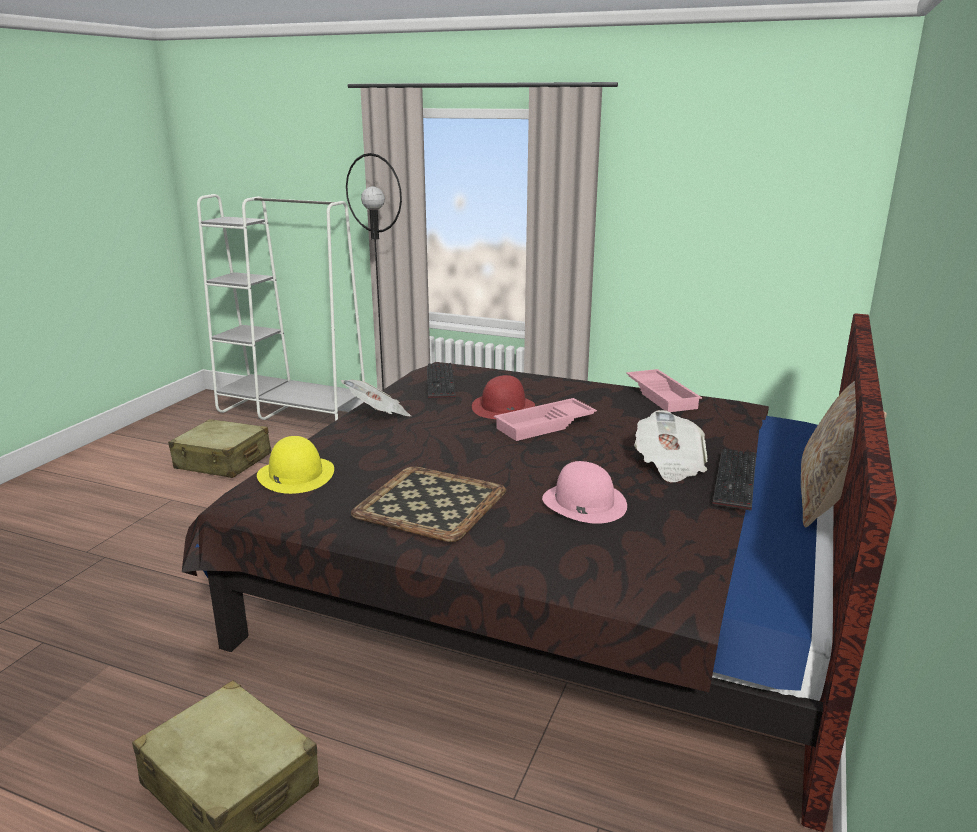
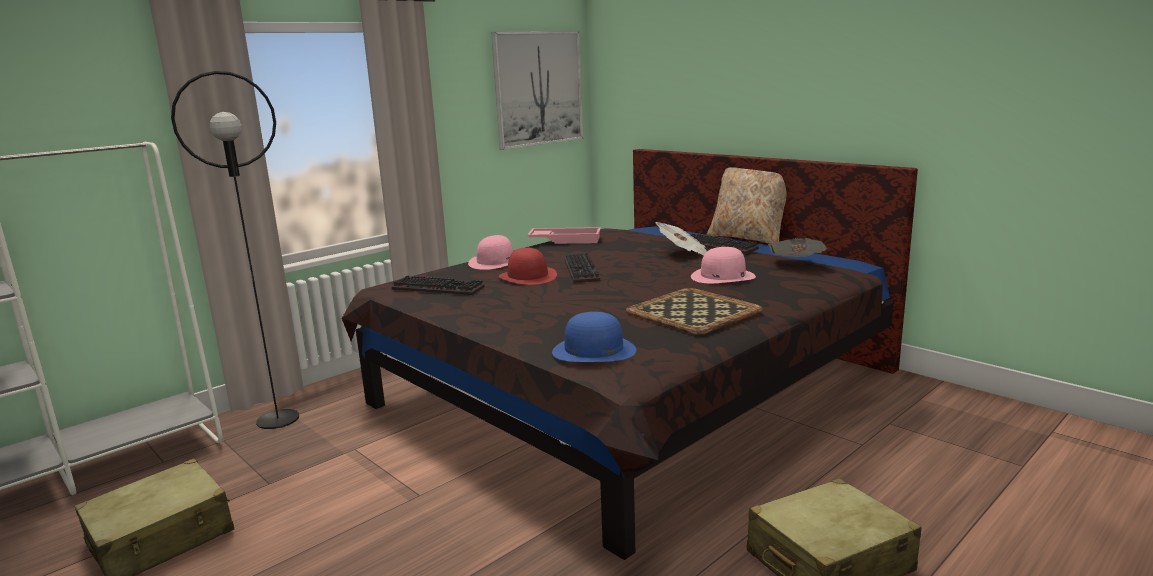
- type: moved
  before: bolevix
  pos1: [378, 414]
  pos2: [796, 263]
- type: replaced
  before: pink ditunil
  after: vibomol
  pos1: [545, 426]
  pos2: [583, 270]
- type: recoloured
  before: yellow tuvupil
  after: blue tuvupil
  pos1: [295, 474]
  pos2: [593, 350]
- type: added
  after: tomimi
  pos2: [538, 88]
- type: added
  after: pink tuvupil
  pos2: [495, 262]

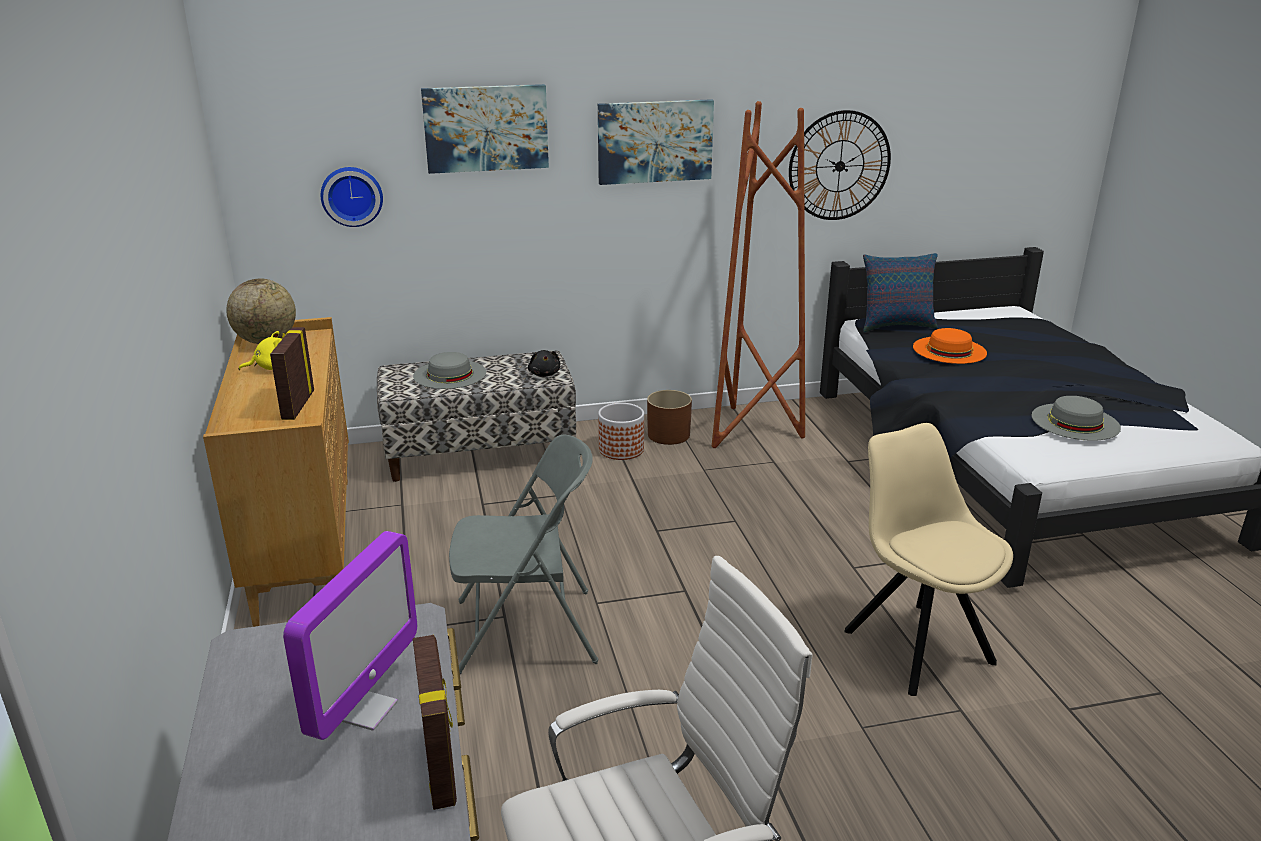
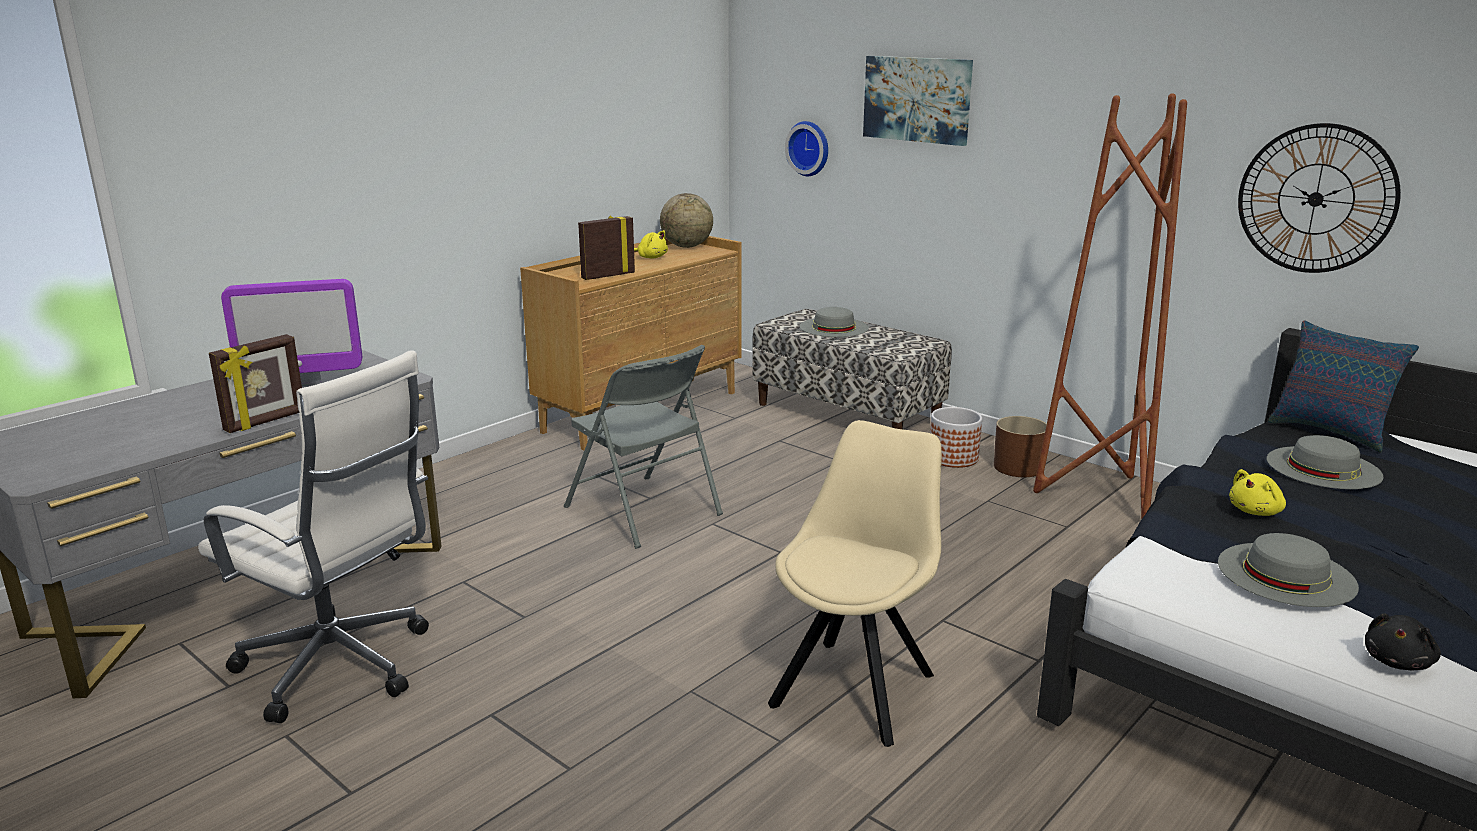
- type: removed
  before: tomimi
  pos1: [655, 141]
- type: recoloured
  before: orange tuvupil
  after: grey tuvupil
  pos1: [949, 350]
  pos2: [1323, 467]
- type: moved
  before: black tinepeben
  pos1: [544, 374]
  pos2: [1397, 662]
- type: added
  after: yellow tinepeben
  pos2: [1256, 511]

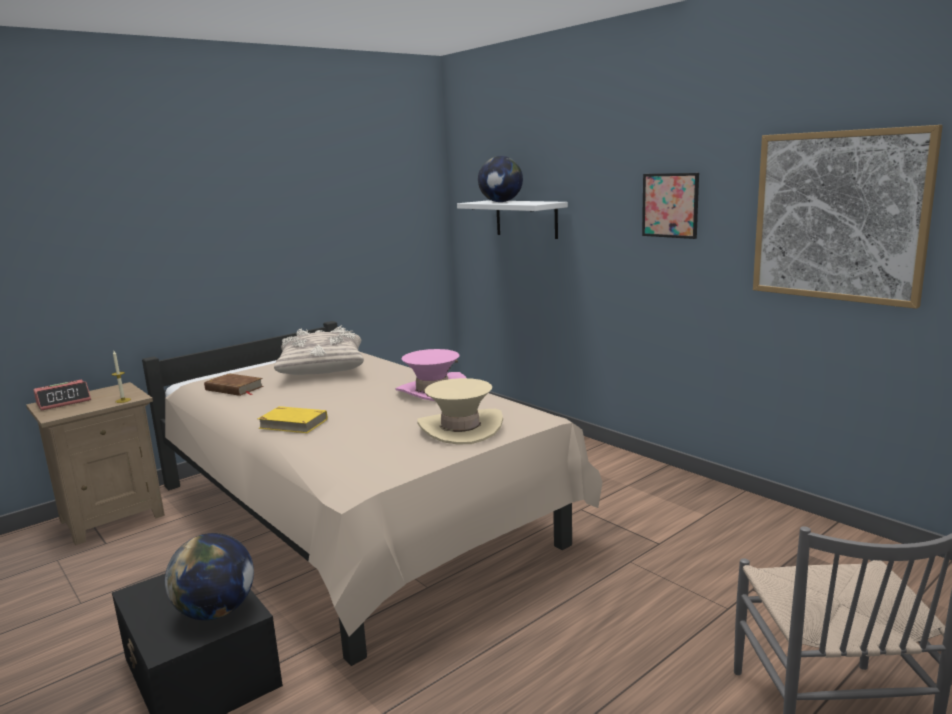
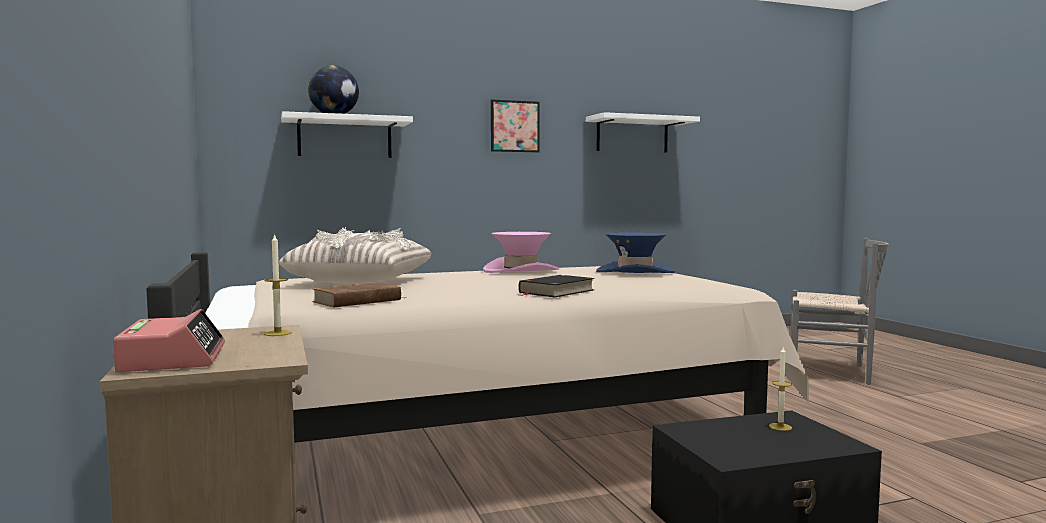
- type: replaced
  before: tomimi
  after: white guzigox
  pos1: [838, 216]
  pos2: [632, 135]
- type: recoloured
  before: beige tuvupil
  after: blue tuvupil
  pos1: [460, 428]
  pos2: [635, 272]
- type: recoloured
  before: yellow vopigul
  after: black vopigul
  pos1: [293, 424]
  pos2: [556, 291]
- type: replaced
  before: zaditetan
  after: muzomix
  pos1: [216, 611]
  pos2: [780, 427]

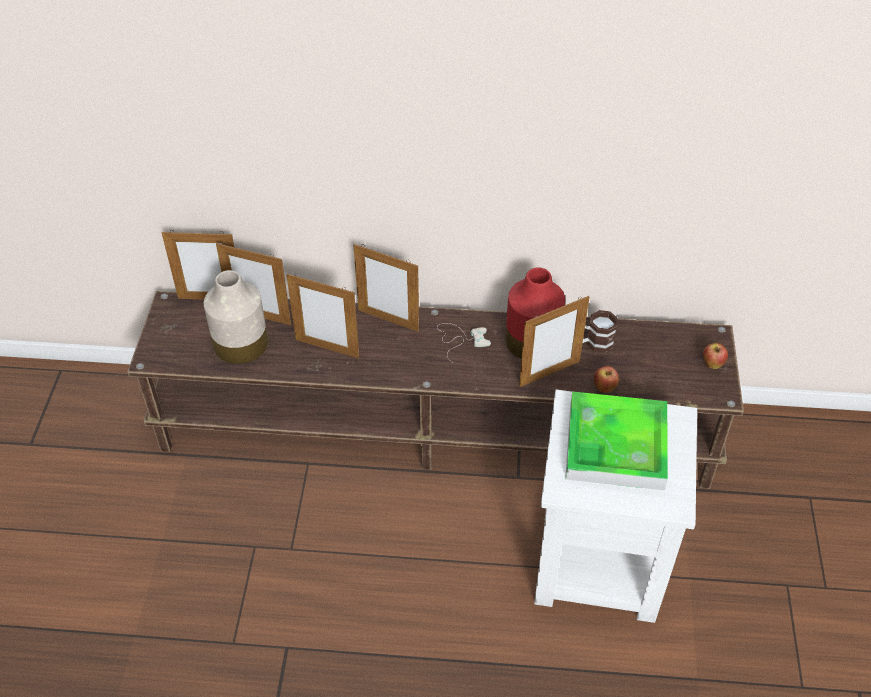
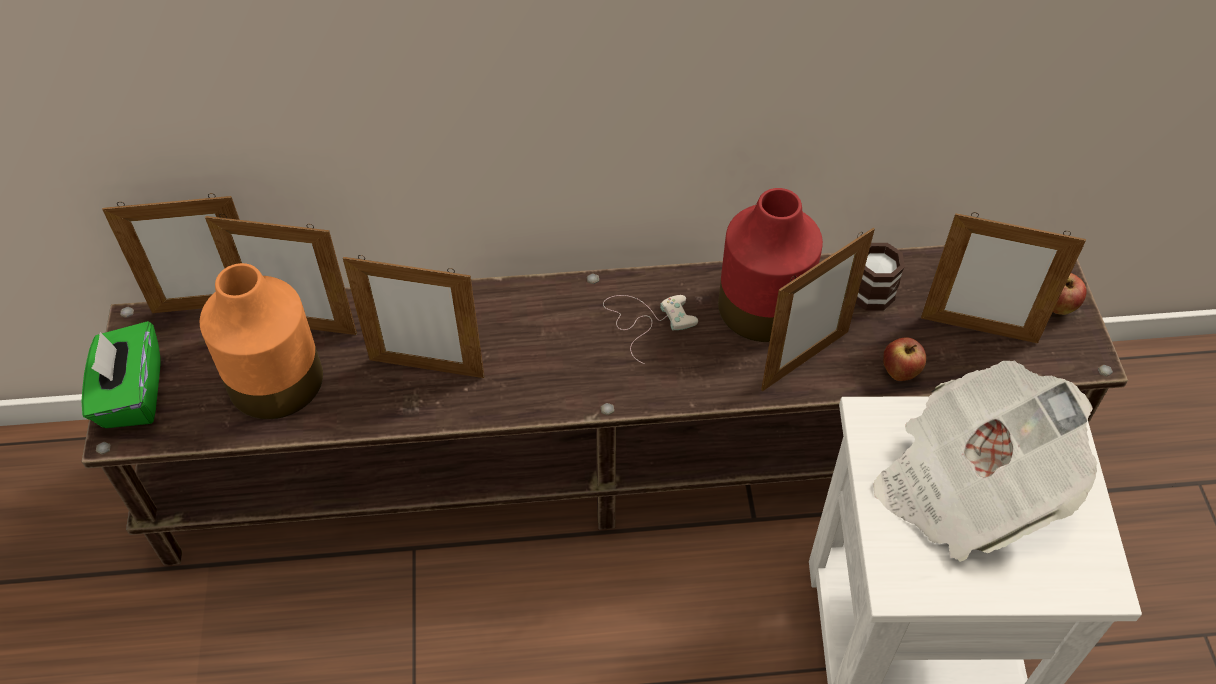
- type: moved
  before: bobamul
  pos1: [388, 320]
  pos2: [978, 329]
- type: recoloured
  before: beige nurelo
  after: orange nurelo
  pos1: [240, 343]
  pos2: [275, 380]
- type: replaced
  before: ditunil
  after: bolevix
  pos1: [616, 445]
  pos2: [969, 485]
- type: added
  after: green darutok
  pos2: [131, 394]

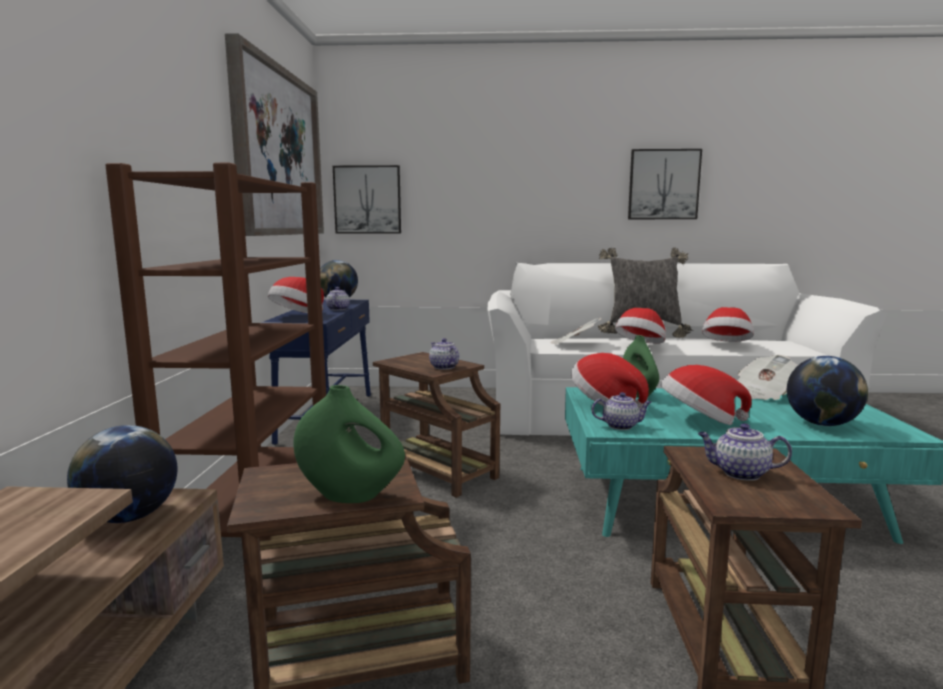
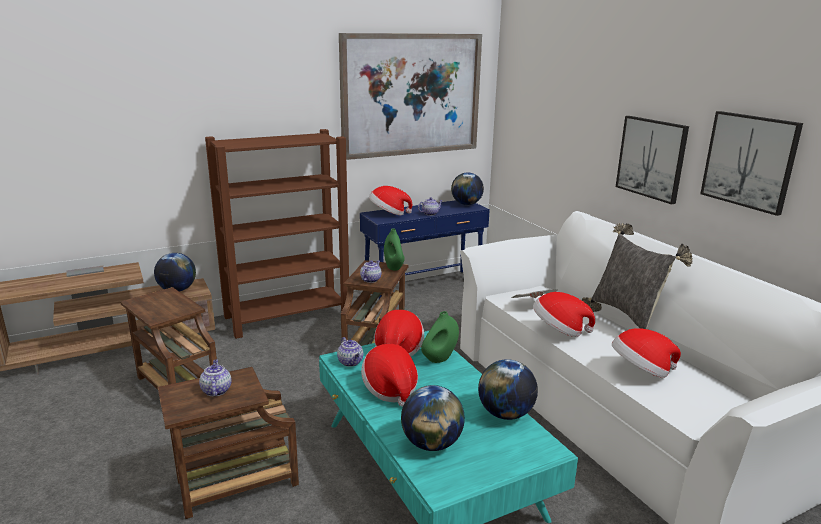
- type: moved
  before: tomimi
  pos1: [367, 200]
  pos2: [651, 158]
- type: replaced
  before: bolevix
  after: zaditetan
  pos1: [764, 394]
  pos2: [505, 414]
- type: moved
  before: green nurelo
  pos1: [350, 495]
  pos2: [394, 267]

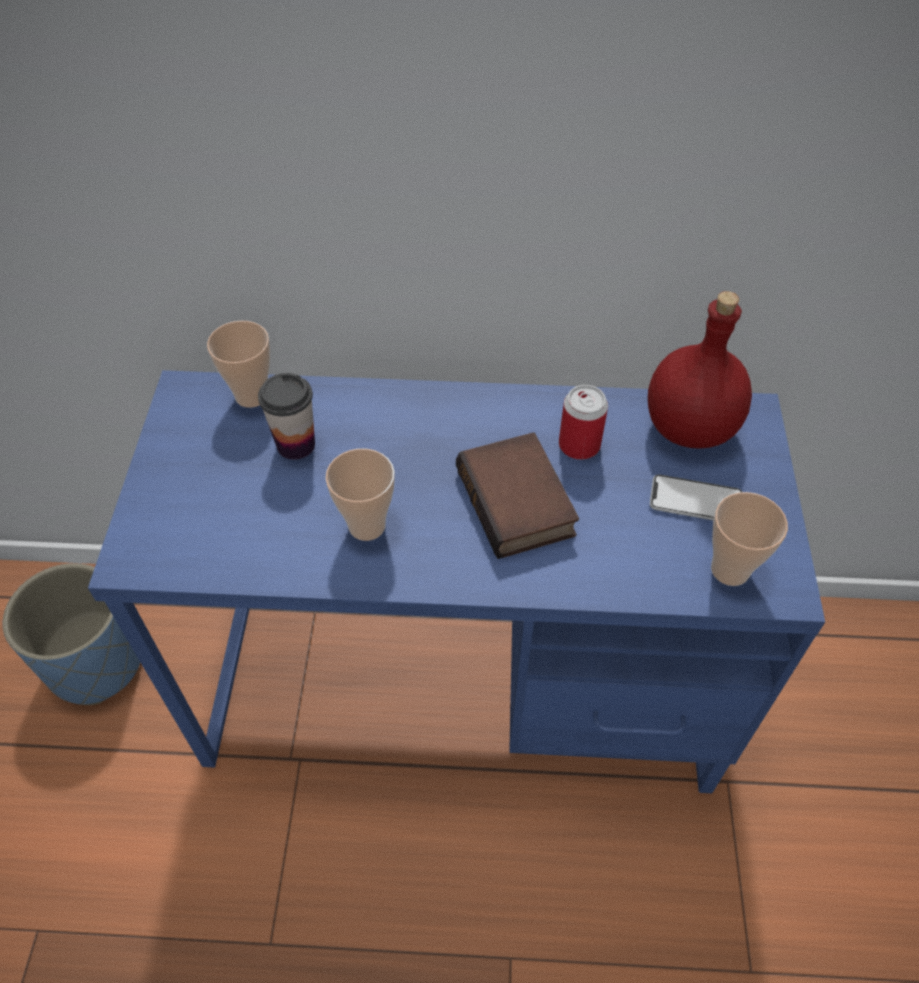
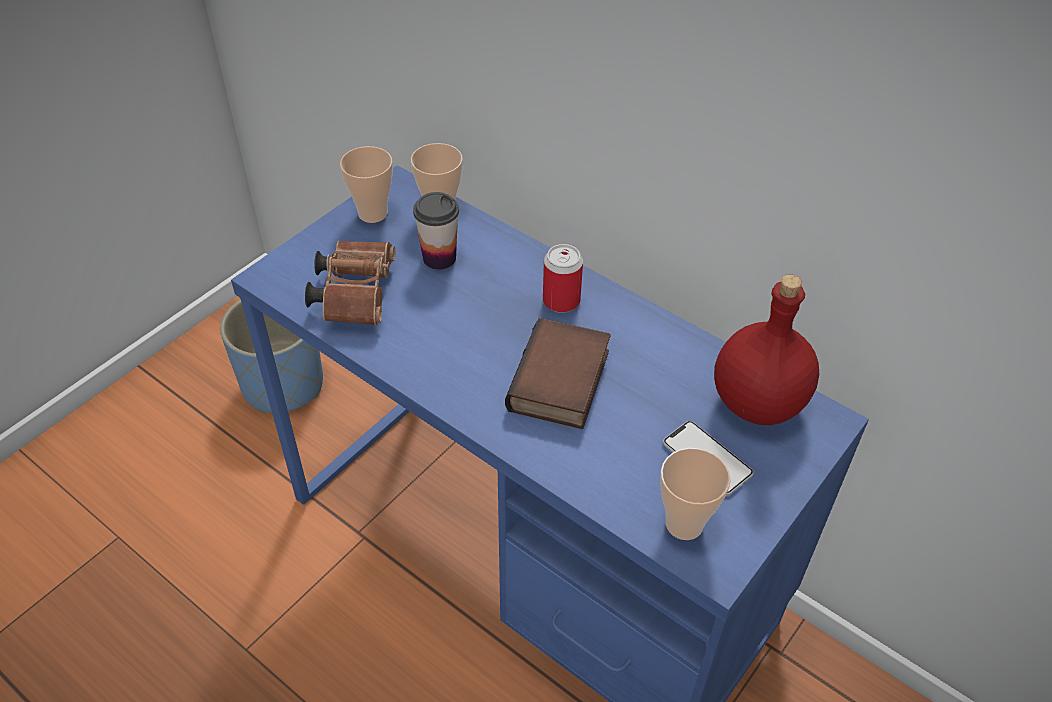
- type: moved
  before: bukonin
  pos1: [579, 445]
  pos2: [561, 300]
- type: moved
  before: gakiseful
  pos1: [367, 526]
  pos2: [372, 213]
- type: added
  after: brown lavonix
  pos2: [356, 293]

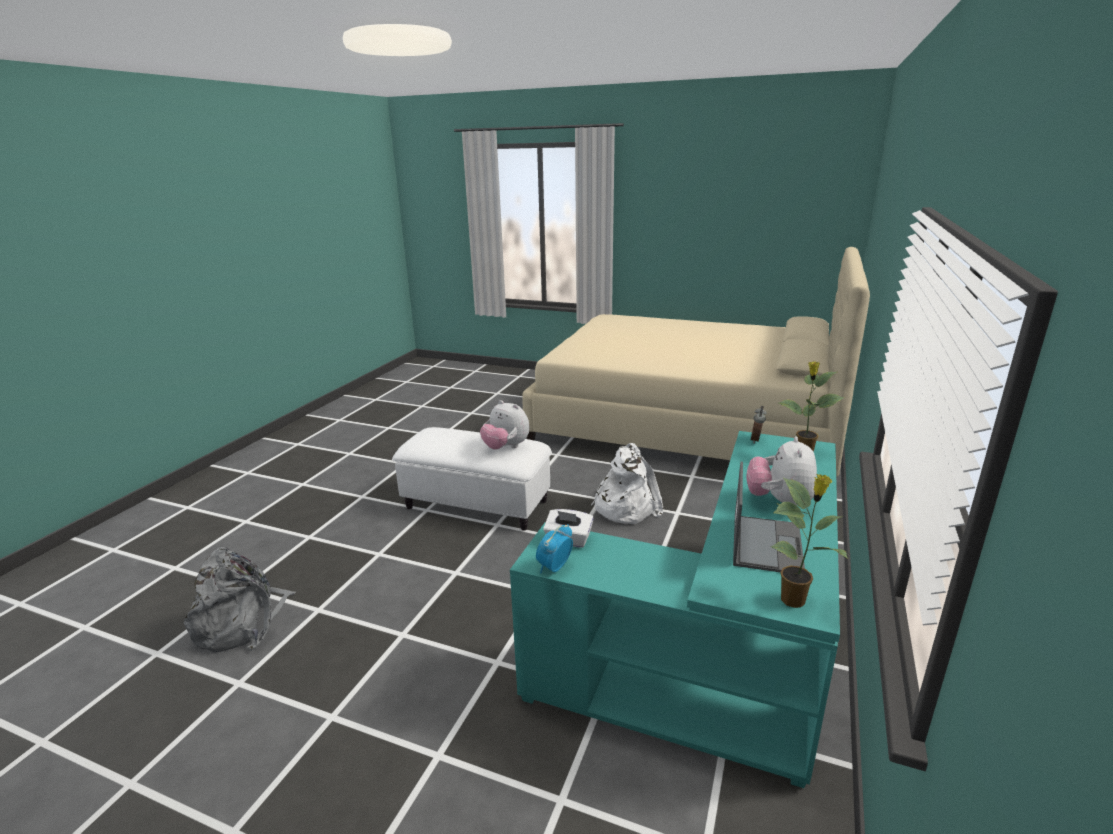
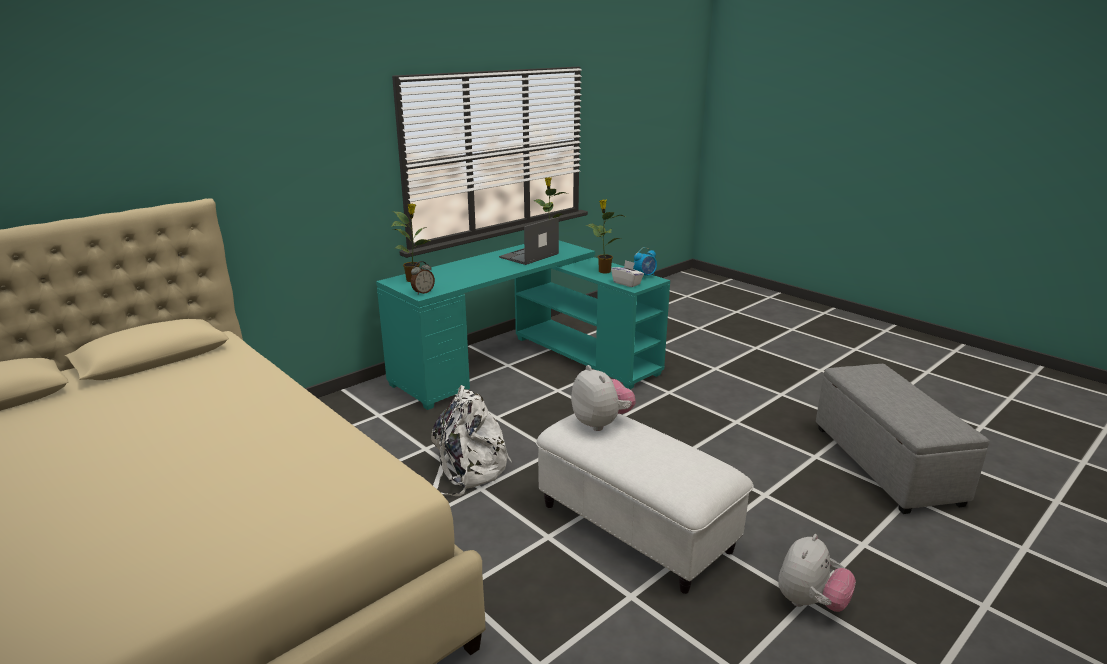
- type: moved
  before: tinepeben
  pos1: [779, 502]
  pos2: [810, 602]
- type: replaced
  before: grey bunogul
  after: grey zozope
  pos1: [242, 623]
  pos2: [884, 463]
- type: added
  after: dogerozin
  pos2: [603, 271]

